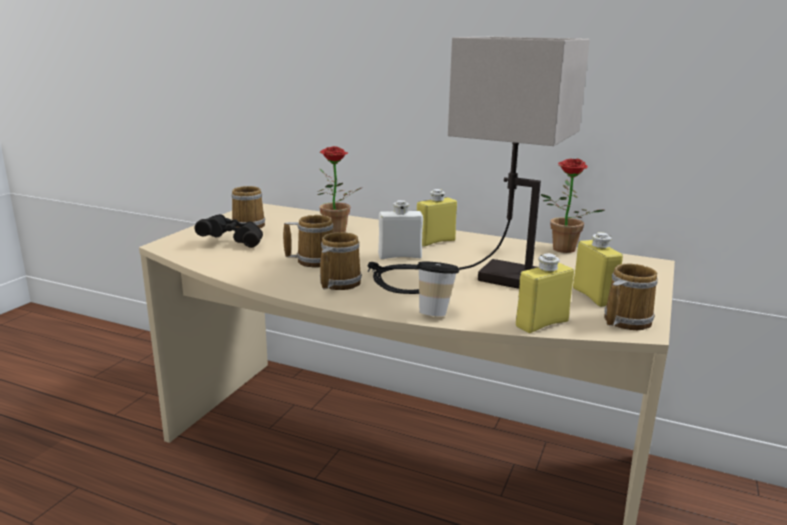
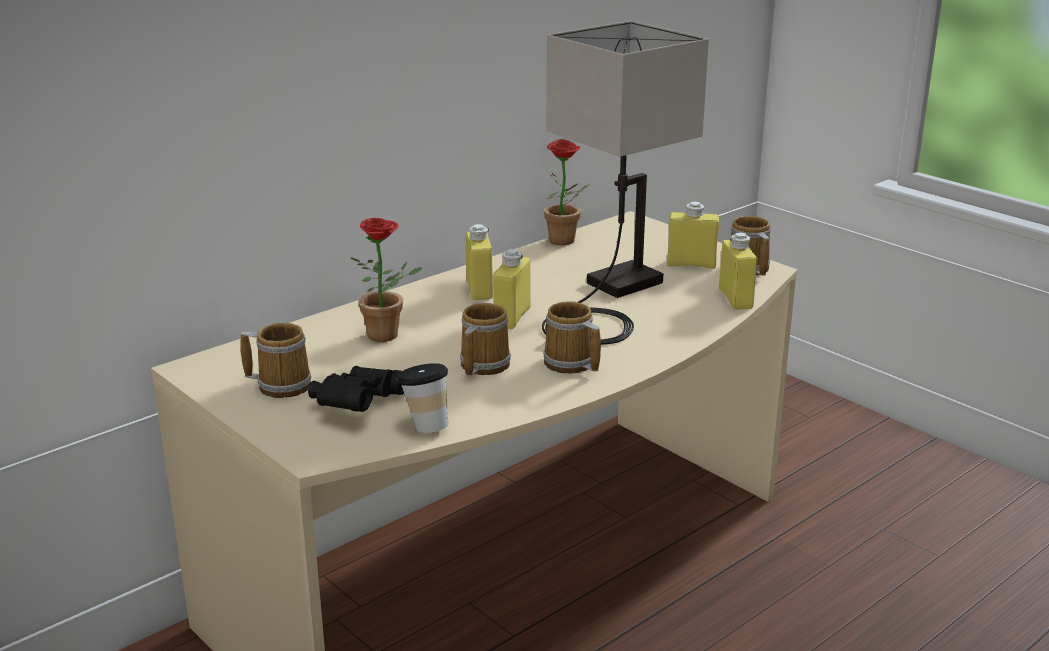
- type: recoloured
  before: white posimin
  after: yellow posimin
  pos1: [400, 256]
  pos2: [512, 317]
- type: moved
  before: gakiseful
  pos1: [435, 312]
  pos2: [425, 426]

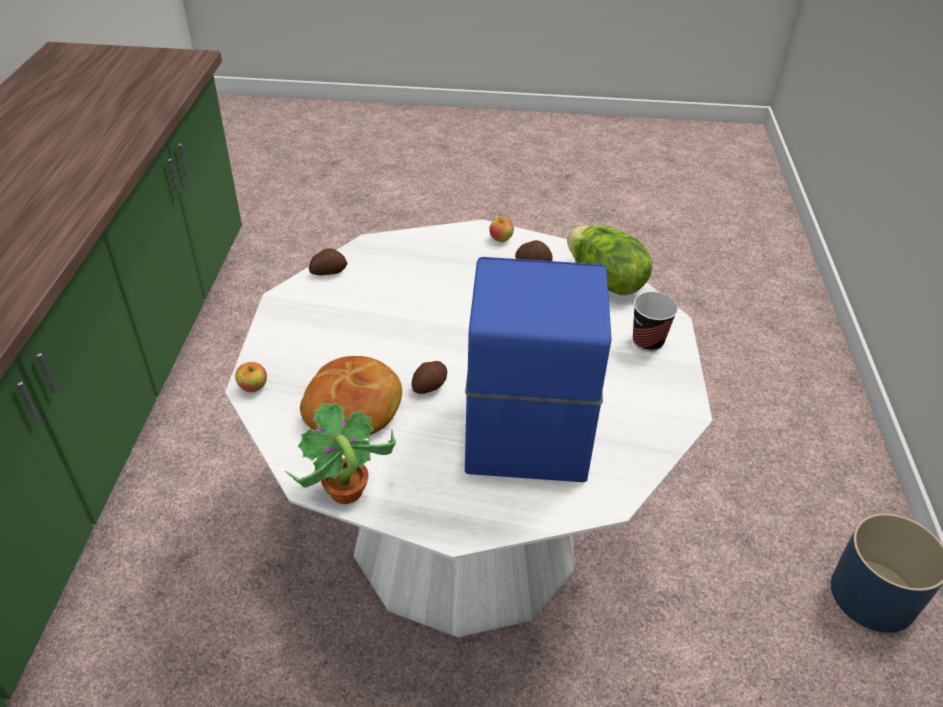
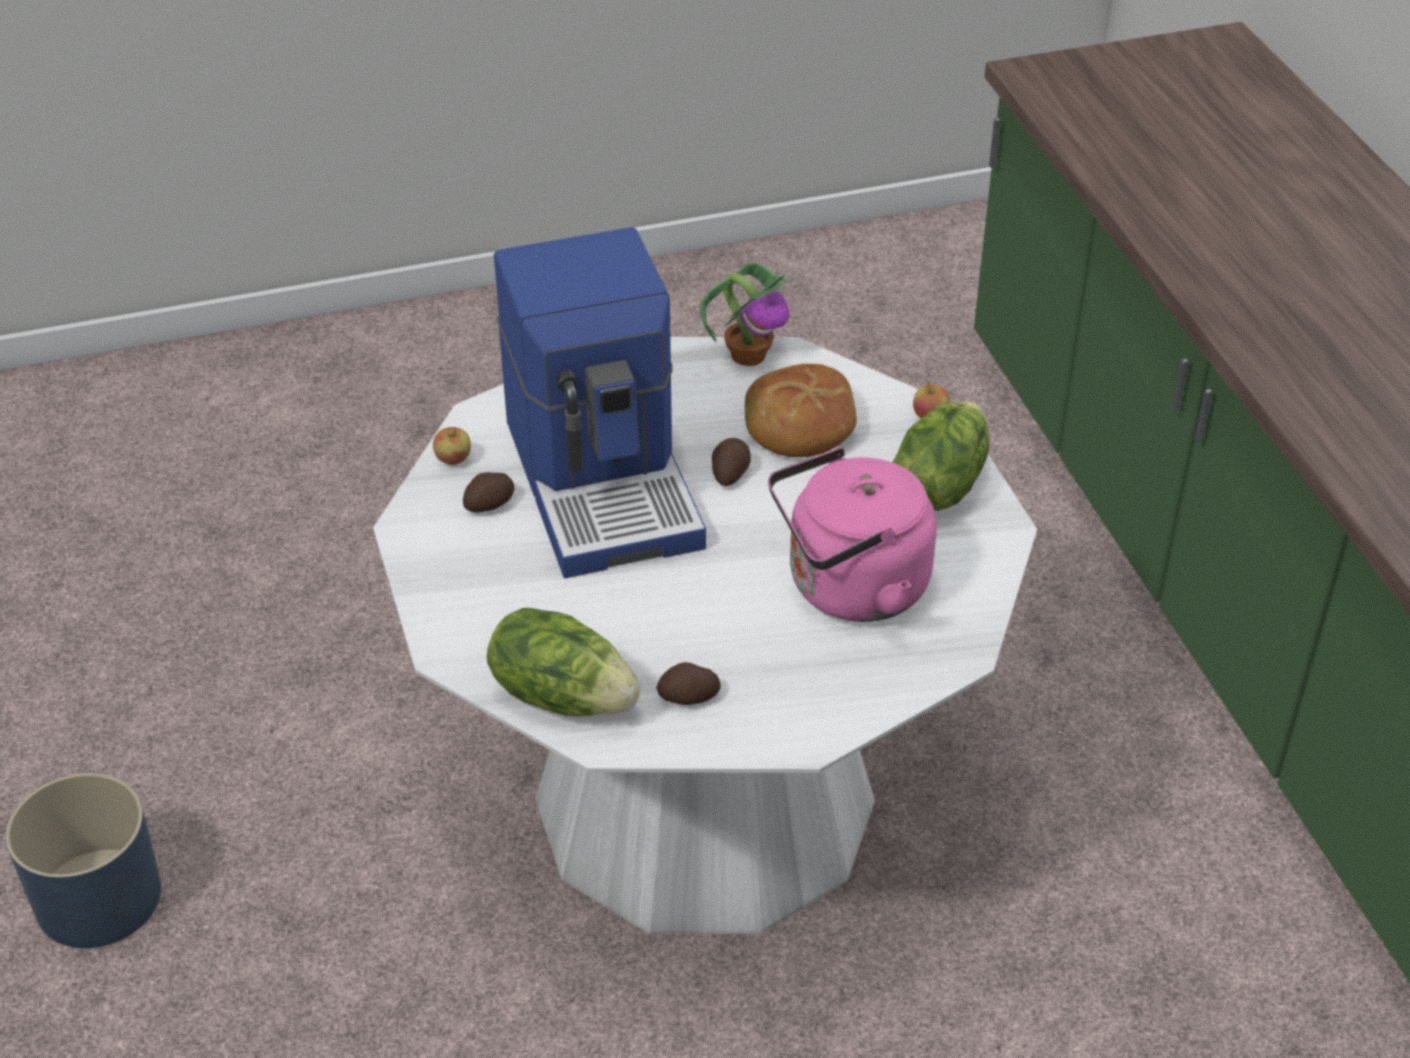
- type: moved
  before: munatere
  pos1: [500, 239]
  pos2: [453, 459]
- type: moved
  before: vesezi
  pos1: [328, 271]
  pos2: [491, 504]
- type: removed
  before: gakiseful
  pos1: [647, 342]
- type: added
  after: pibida
  pos2: [938, 485]
- type: added
  after: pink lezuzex
  pos2: [850, 589]

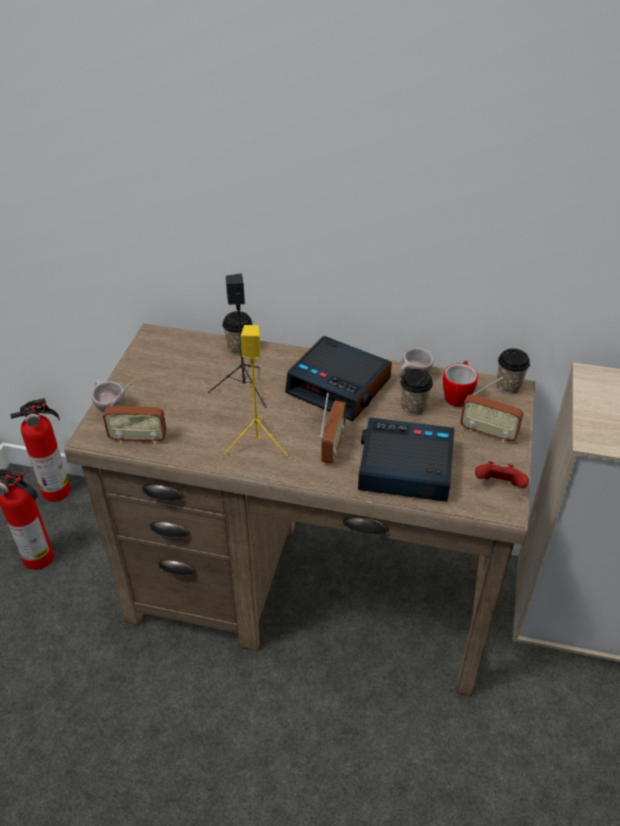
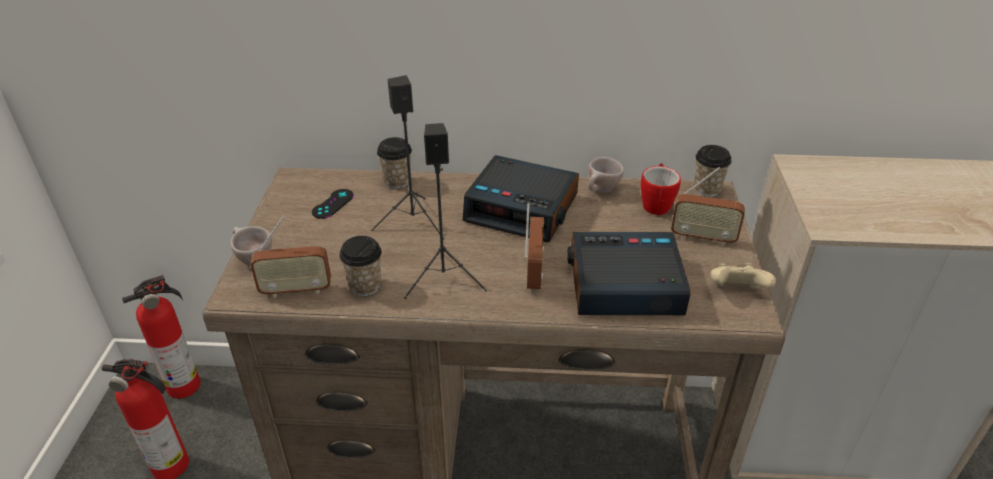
- type: recoloured
  before: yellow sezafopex
  after: black sezafopex
  pos1: [258, 443]
  pos2: [445, 279]
- type: moved
  before: gakiseful
  pos1: [413, 407]
  pos2: [365, 286]
- type: recoloured
  before: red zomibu
  after: beige zomibu
  pos1: [499, 486]
  pos2: [736, 291]
- type: added
  after: black zomibu
  pos2: [333, 204]

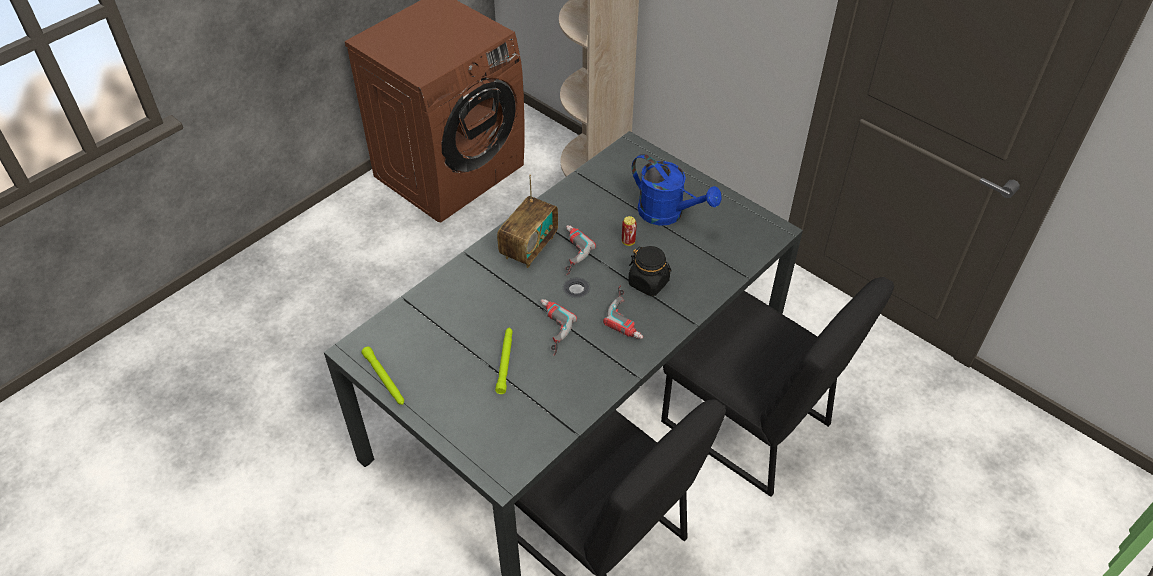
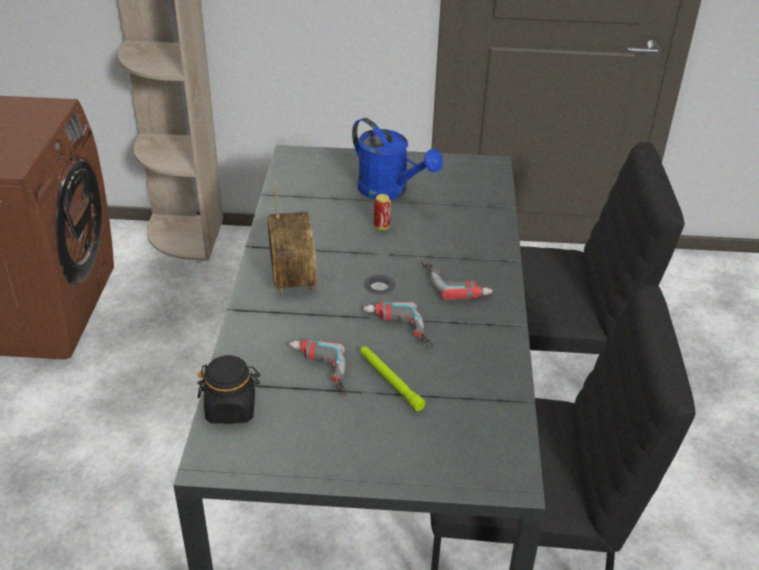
- type: turned
  before: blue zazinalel
  pos1: [668, 214]
  pos2: [390, 191]
  turn: 45
- type: moved
  before: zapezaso
  pos1: [568, 252]
  pos2: [317, 372]
- type: moved
  before: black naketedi
  pos1: [649, 283]
  pos2: [231, 408]
- type: removed
  before: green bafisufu
  pos1: [384, 379]

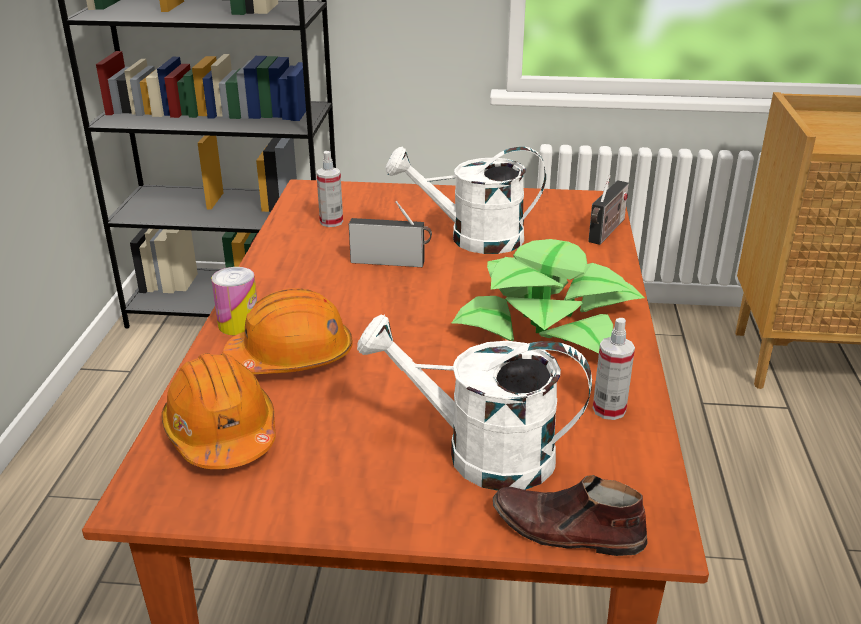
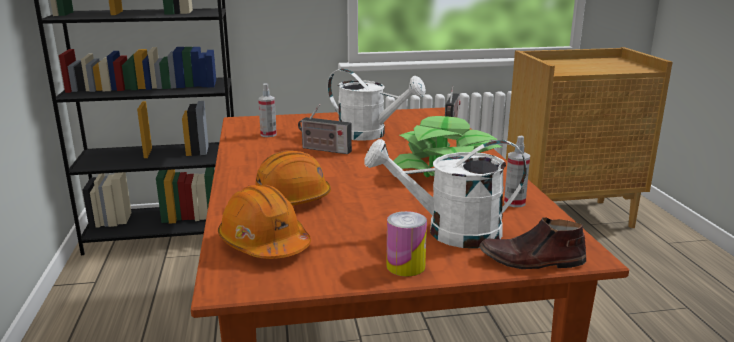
- type: turned
  before: white zazinalel
  pos1: [473, 239]
  pos2: [370, 135]
  turn: -135
- type: turned
  before: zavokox
  pos1: [391, 262]
  pos2: [324, 149]
  turn: -150
- type: moved
  before: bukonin
  pos1: [239, 324]
  pos2: [405, 266]

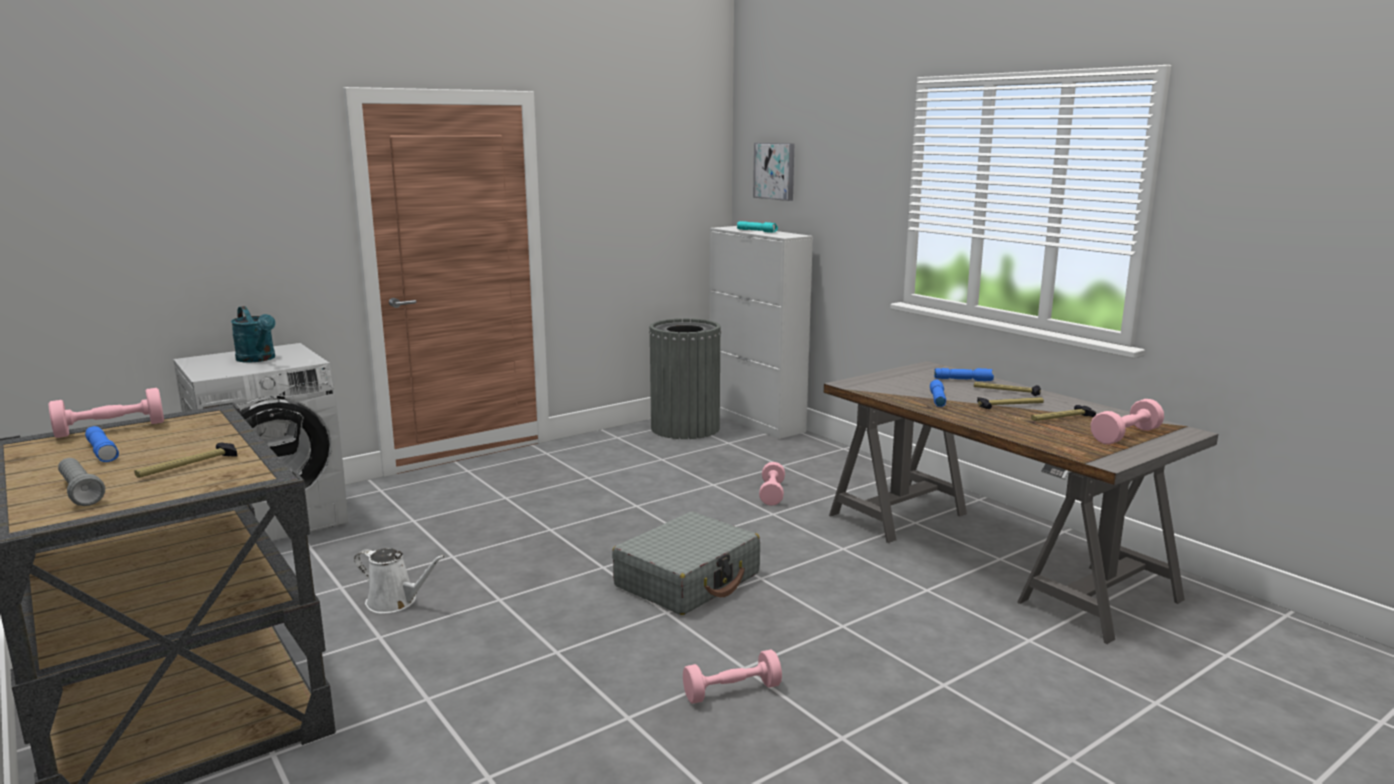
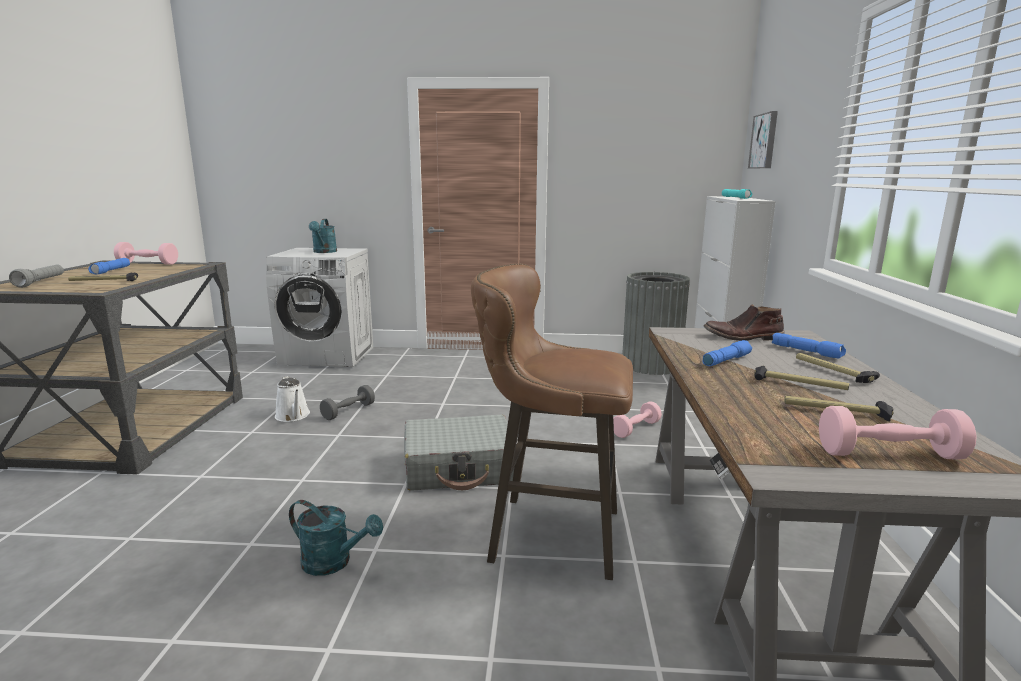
- type: replaced
  before: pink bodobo
  after: turquoise zazinalel
  pos1: [732, 692]
  pos2: [334, 563]
- type: added
  after: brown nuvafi
  pos2: [548, 534]
- type: added
  after: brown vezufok
  pos2: [743, 337]
- type: added
  after: grey bodobo
  pos2: [348, 411]

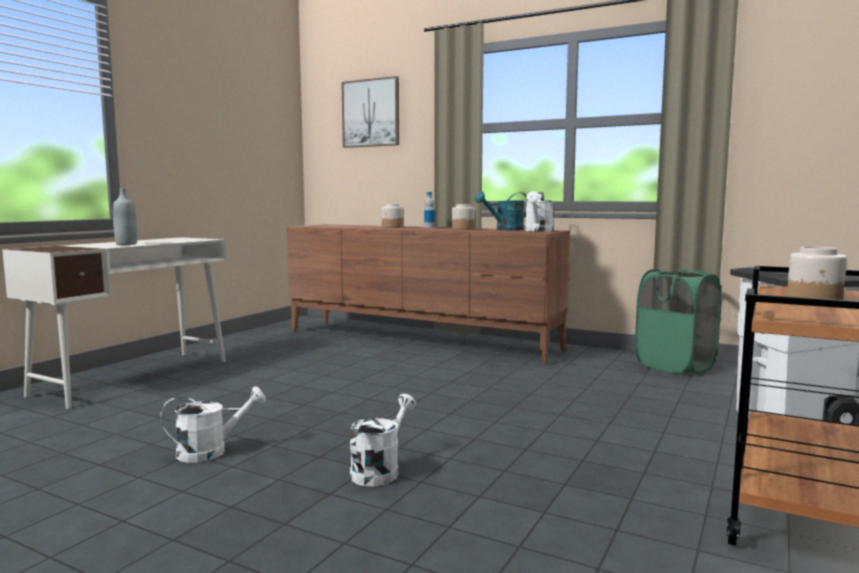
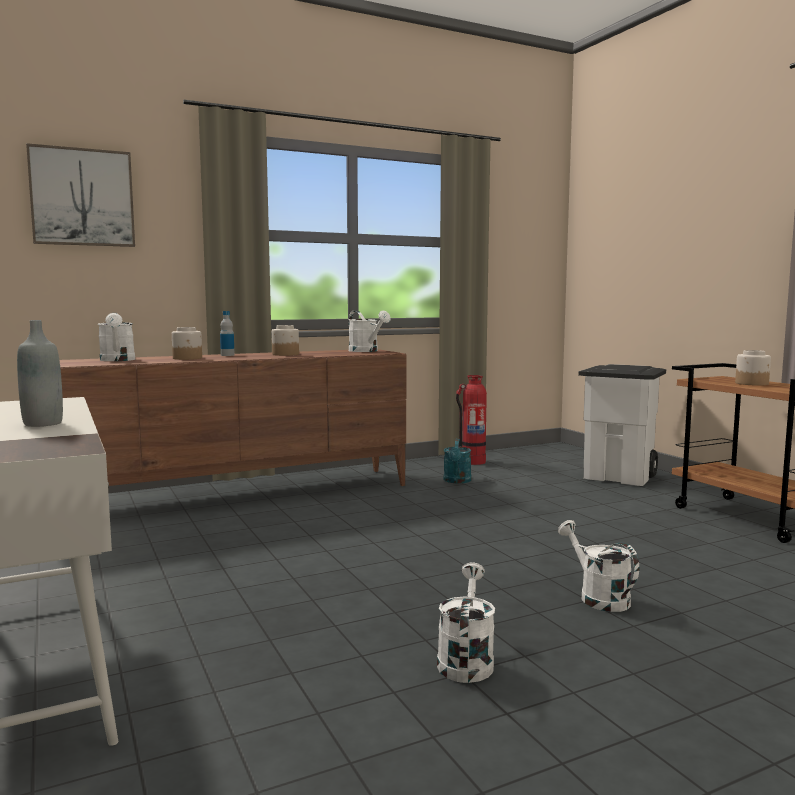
- type: moved
  before: turquoise zazinalel
  pos1: [505, 230]
  pos2: [457, 481]
- type: replaced
  before: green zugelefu
  after: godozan
  pos1: [675, 366]
  pos2: [472, 461]
- type: added
  after: white zazinalel
  pos2: [118, 360]

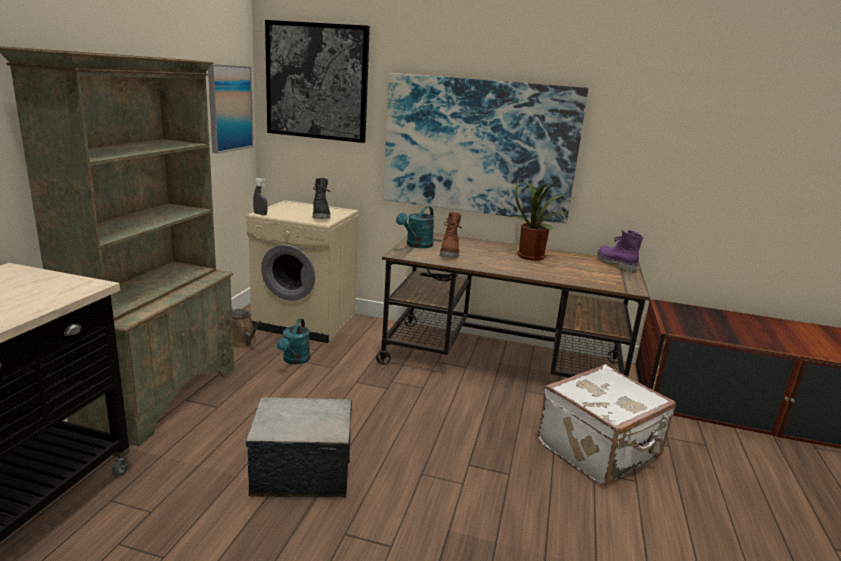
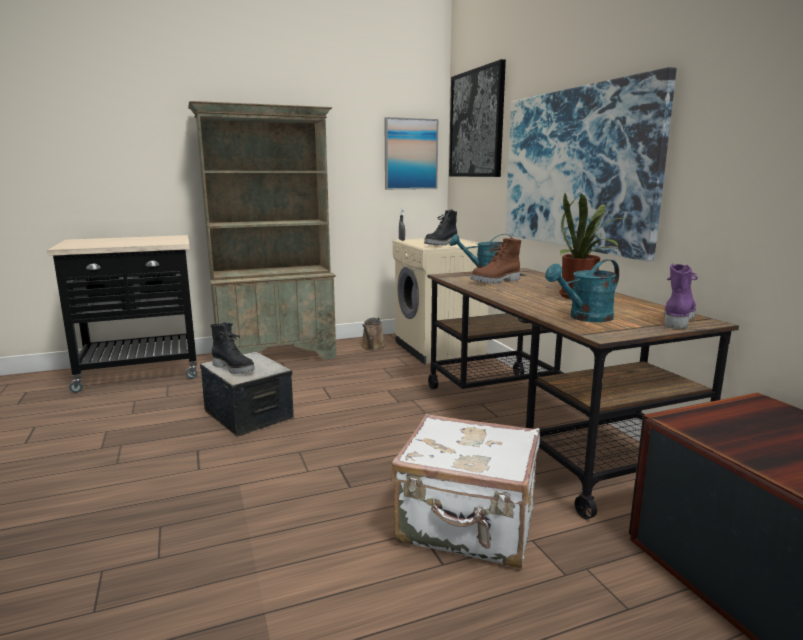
- type: moved
  before: turquoise zazinalel
  pos1: [294, 360]
  pos2: [585, 318]
- type: added
  after: black vezufok
  pos2: [234, 368]

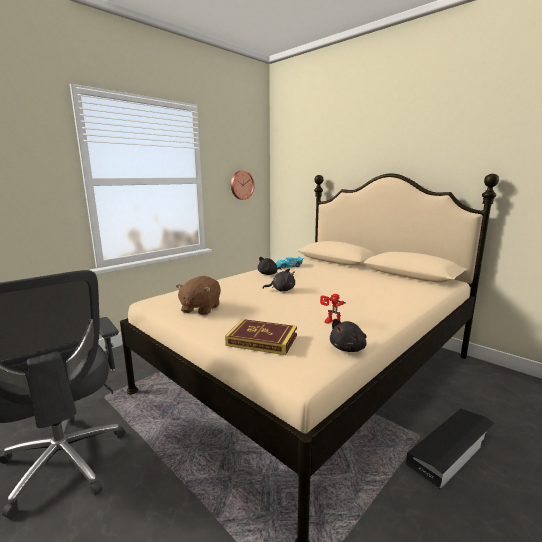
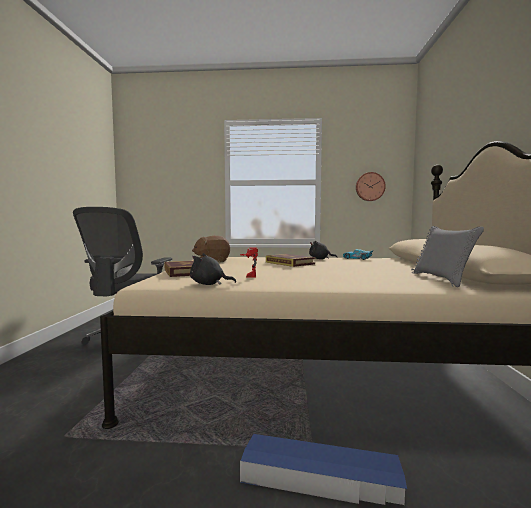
- type: replaced
  before: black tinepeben
  after: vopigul
  pos1: [281, 290]
  pos2: [289, 263]
- type: recoloured
  before: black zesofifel
  after: blue zesofifel
  pos1: [451, 449]
  pos2: [321, 478]
- type: added
  after: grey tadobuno
  pos2: [442, 280]

